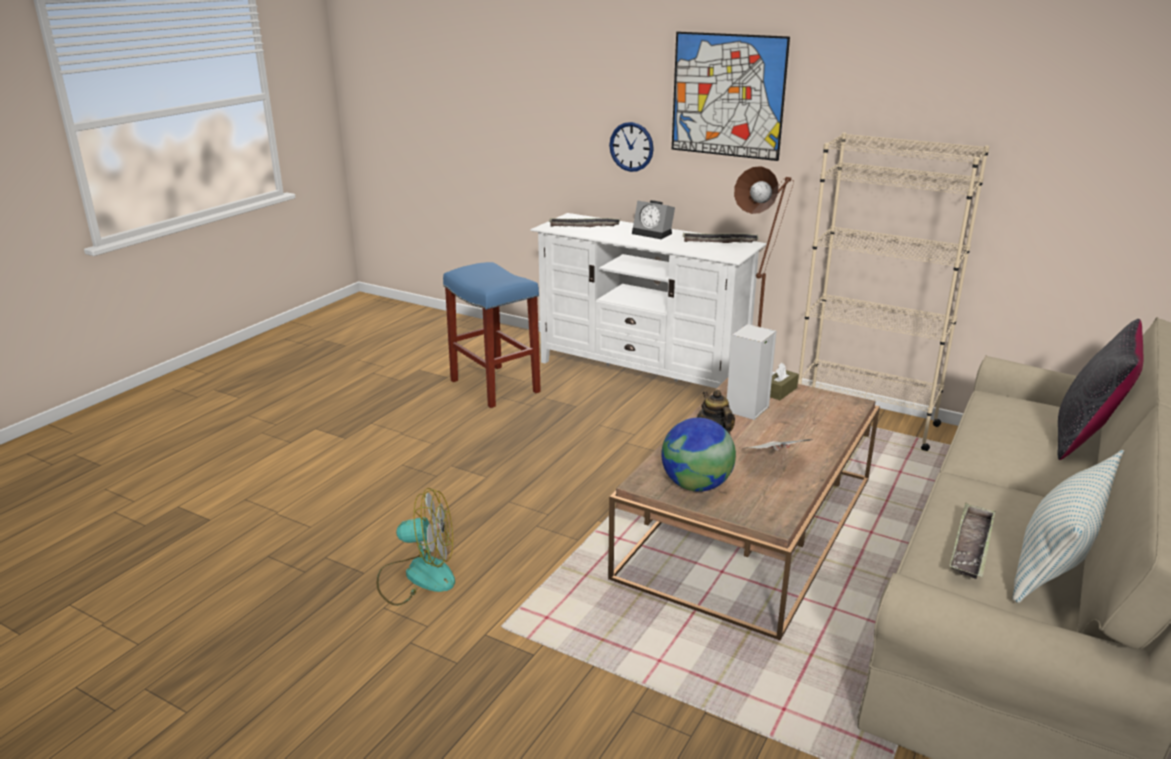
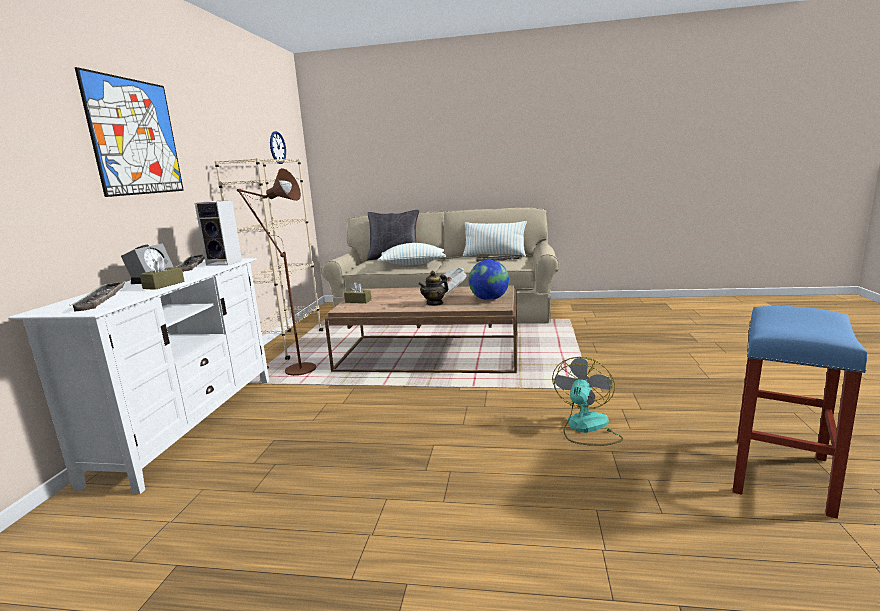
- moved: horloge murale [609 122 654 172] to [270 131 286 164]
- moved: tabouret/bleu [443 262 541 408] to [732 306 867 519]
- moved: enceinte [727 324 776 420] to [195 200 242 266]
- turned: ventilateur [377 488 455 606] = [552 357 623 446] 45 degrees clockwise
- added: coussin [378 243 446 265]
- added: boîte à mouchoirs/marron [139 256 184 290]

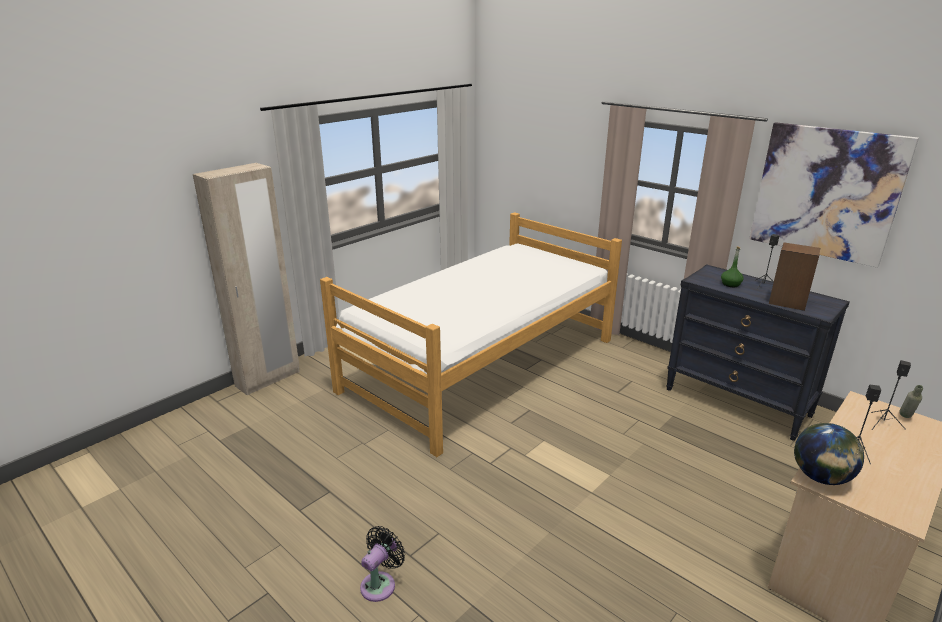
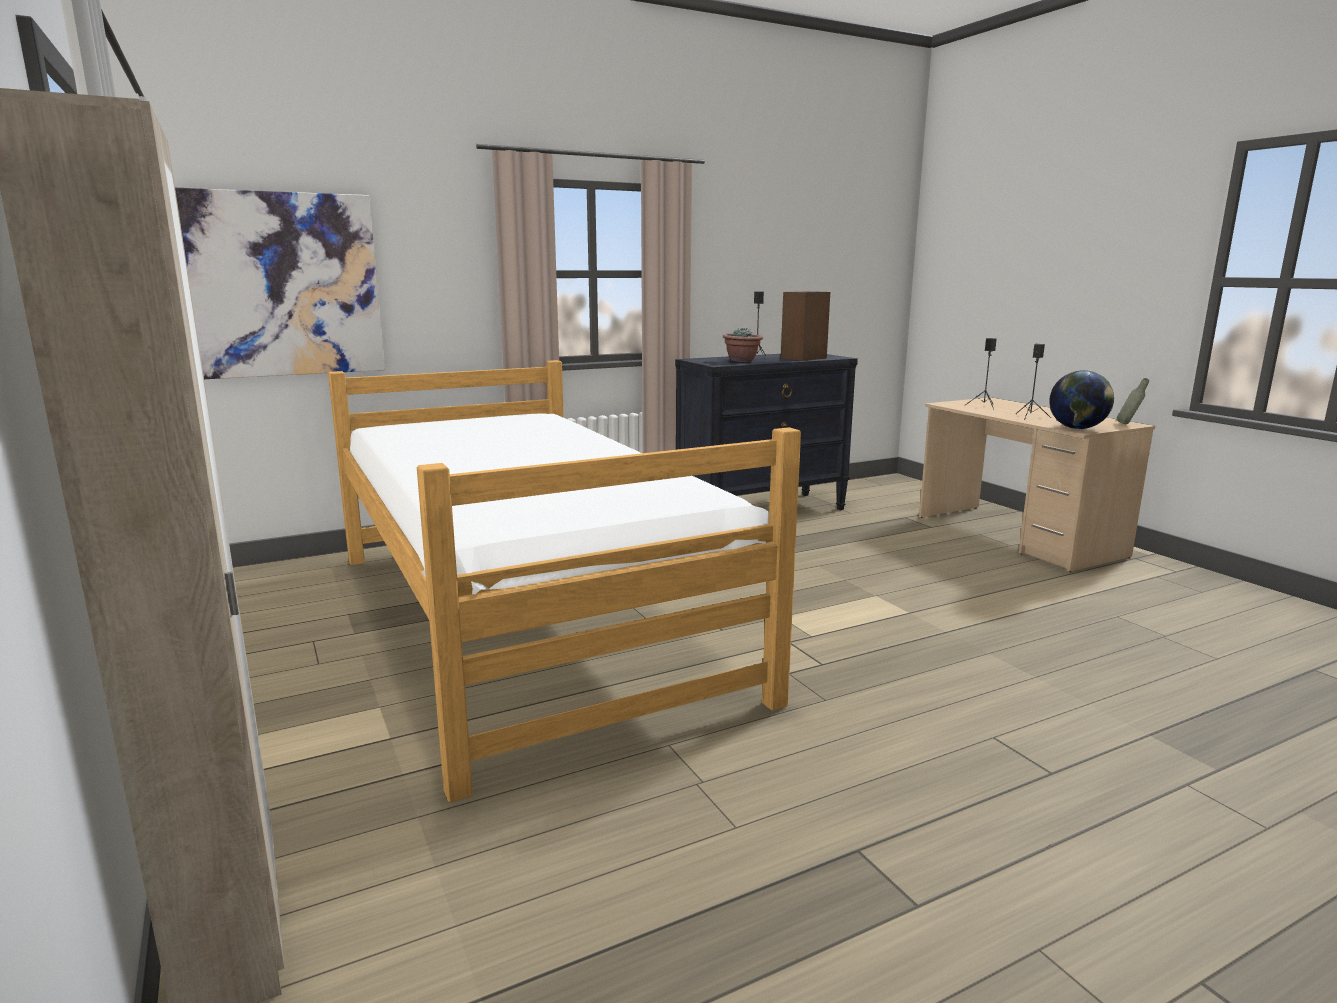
- moved: tableau [749 122 919 268] to [175 188 385 379]
- replaced: bouteille/vert [721 246 744 287] to plante en pot [723 328 763 362]
- moved: bouteille/gris [899 385 923 418] to [1117 378 1149 424]
- removed: ventilateur/noir [360 526 405 602]

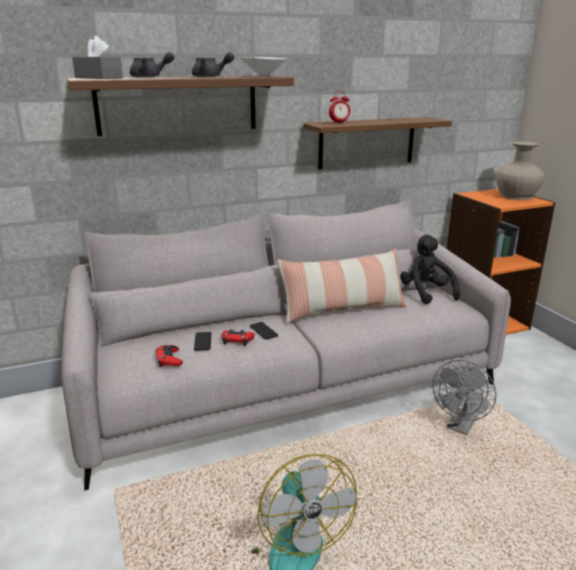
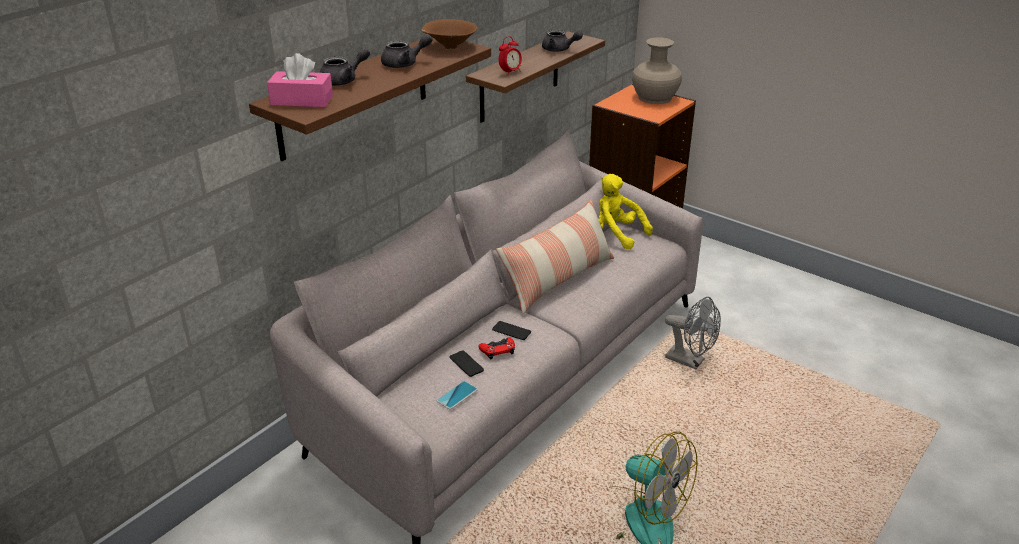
- recoloured: boîte à mouchoirs/gris [72 36 123 79] to boîte à mouchoirs/rose [267 53 333 107]
- recoloured: bol/blanc [240 57 286 76] to bol/marron [422 19 477 49]
- recoloured: peluche/noir [400 235 460 304] to peluche/jaune [598 174 653 249]
- replaced: manette/rouge [156 345 183 367] to téléphone [437 381 478 409]
- turned: ventilateur/gris [433 360 496 435] = [665 297 721 369] 60 degrees counterclockwise
- added: théière/gris [542 30 583 52]

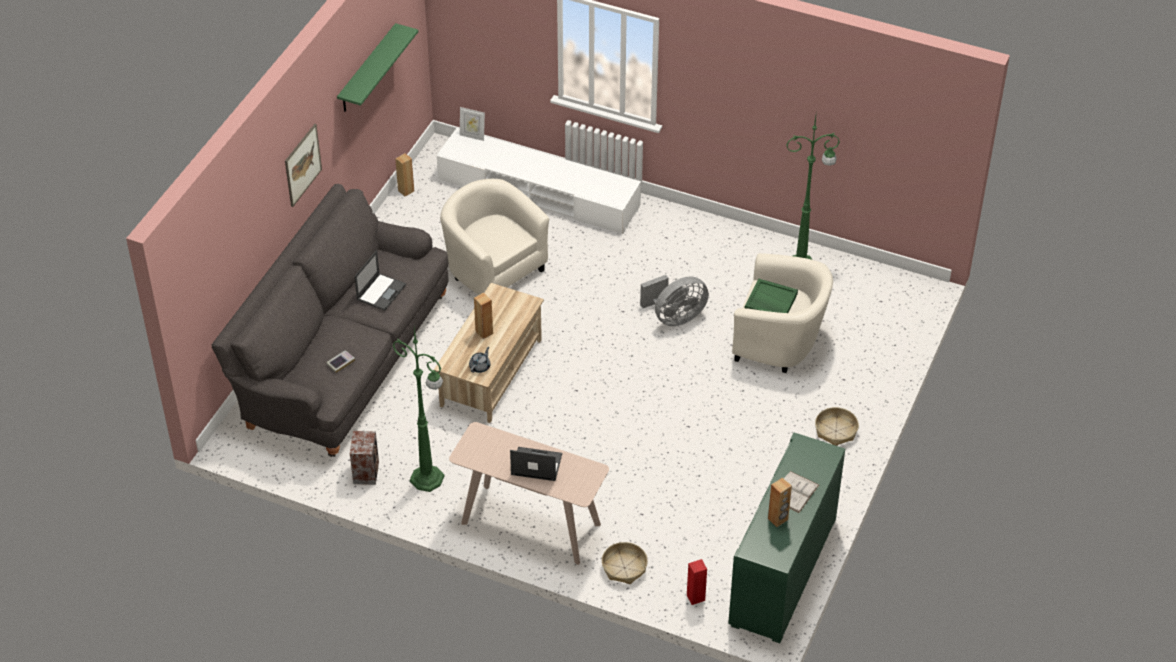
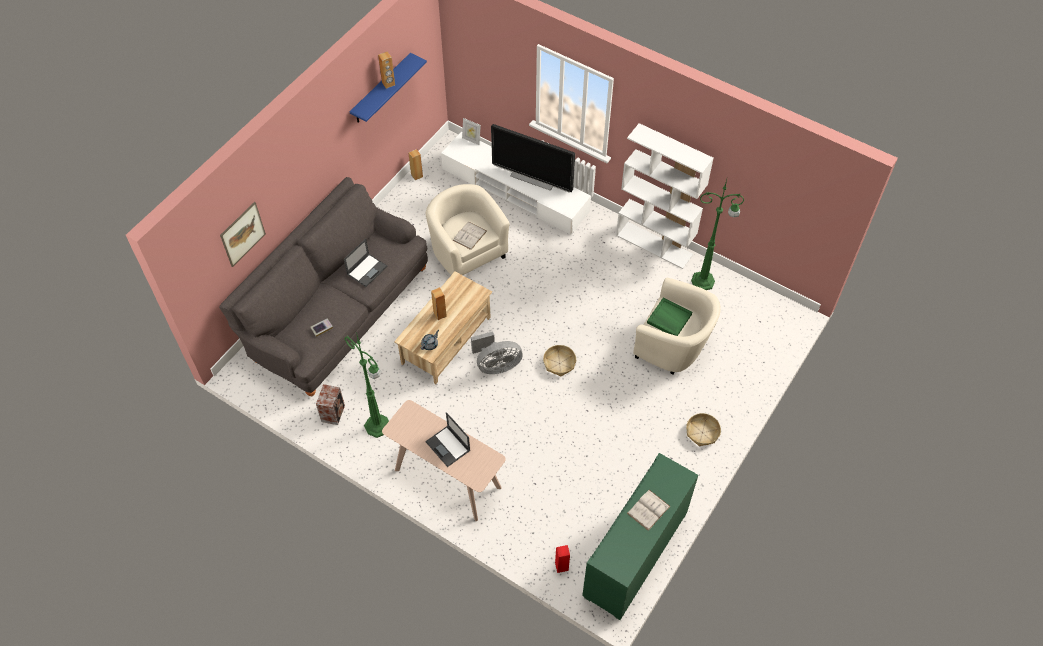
- recoloured: étagère/vert [337 23 418 112] to étagère/bleu [350 53 427 122]
- moved: tableau [285 124 322 207] to [220 202 266 267]
- moved: ventilateur/gris [640 275 709 326] to [471 331 523 374]
- turned: ordinateur portable [510 447 562 481] = [425 412 471 467] 150 degrees counterclockwise
- moved: enceinte/marron [768 478 792 527] to [378 52 395 89]
- moved: panier [602 542 648 584] to [543 345 576 376]
- added: bibliothèque/blanc [616 123 714 269]
- added: téléviseur [491 124 575 193]
- added: livre/blanc [453 222 487 250]

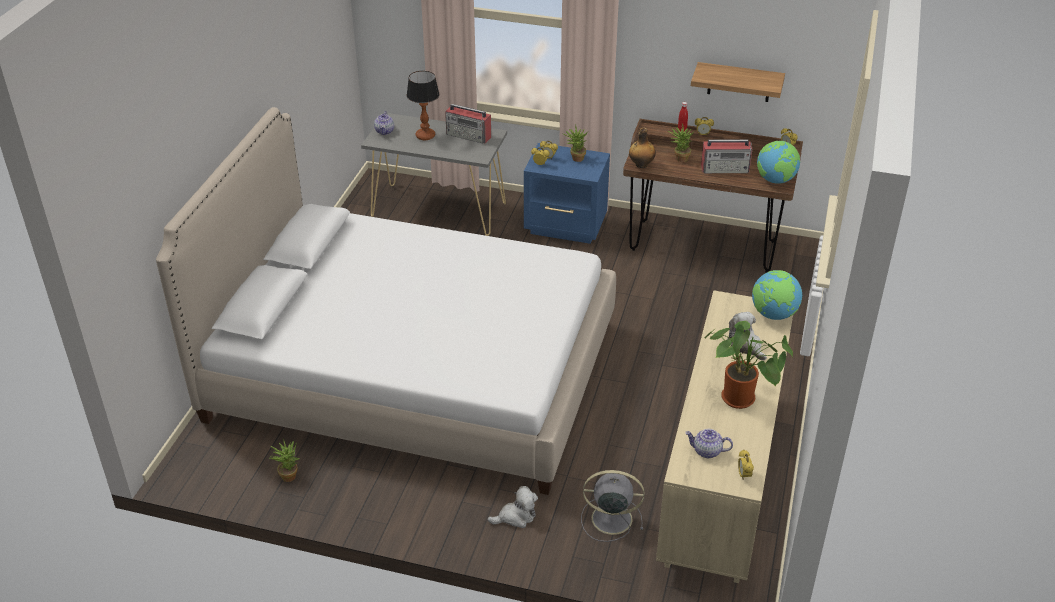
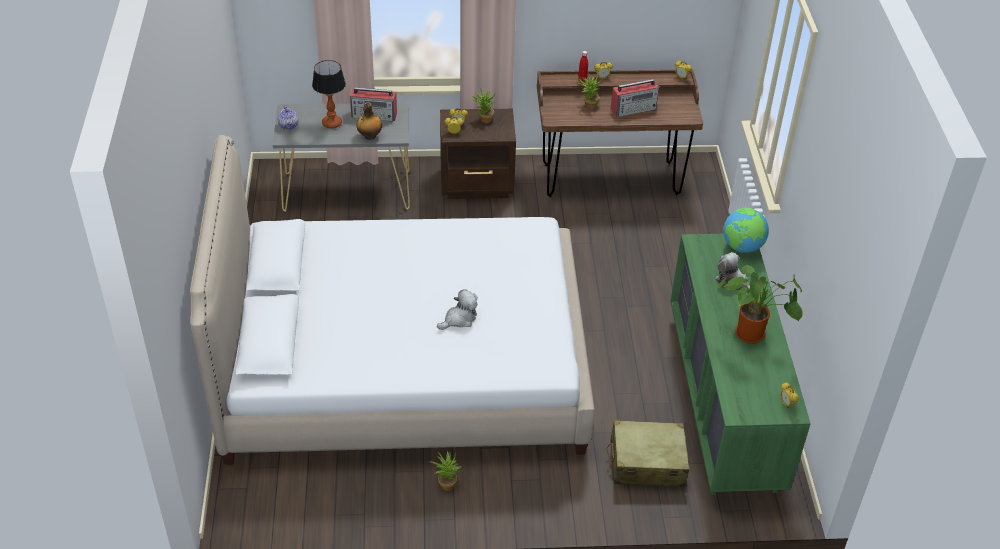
- removed: étagère [691 62 785 102]
- moved: bouteille [629 127 656 168] to [356 102 382 140]
- removed: globe [757 141 800 184]
- recoloured: table de chevet/bleu [524 143 610 244] to table de chevet/marron [440 109 516 199]
- recoloured: commode/beige [656 290 793 583] to commode/vert [671 234 811 495]
- removed: théière [685 429 733 458]
- moved: plante en pot [270 439 300 482] to [430 451 462 491]
- replaced: ventilateur/gris [581 470 644 542] to valise/beige [607 420 689 487]
- moved: peluche [487 486 538 528] to [437 289 478 330]

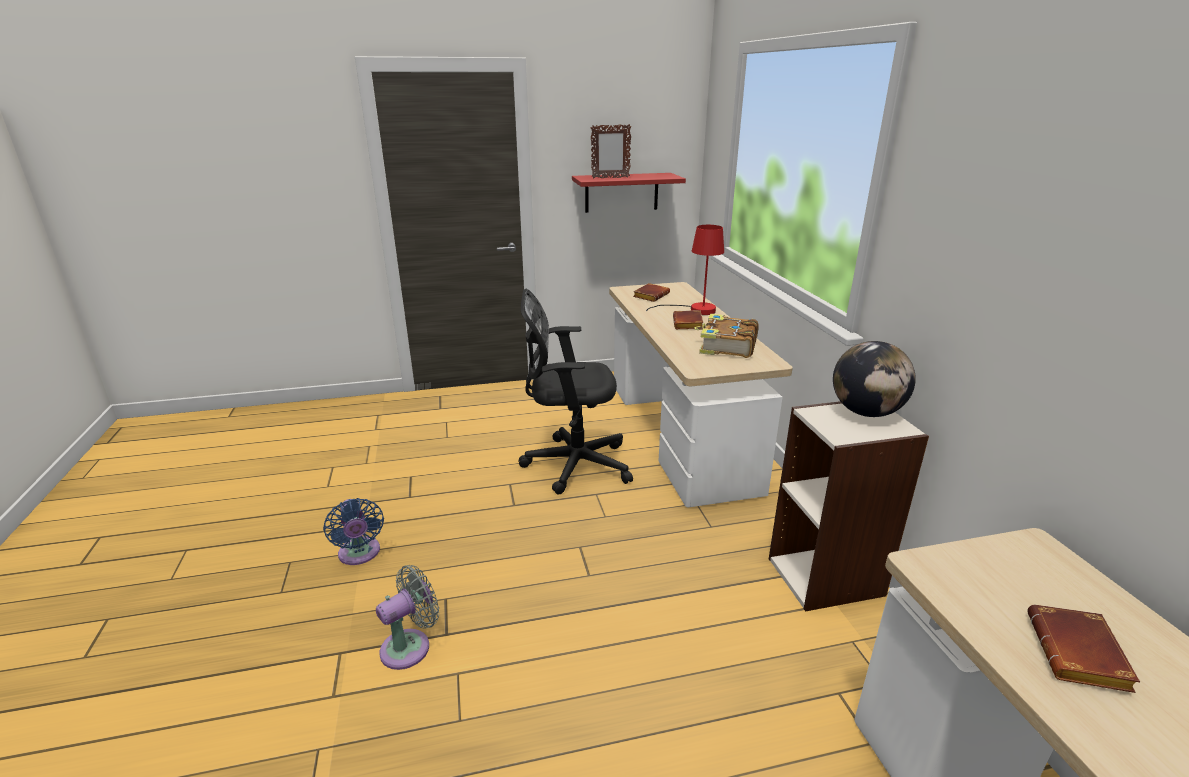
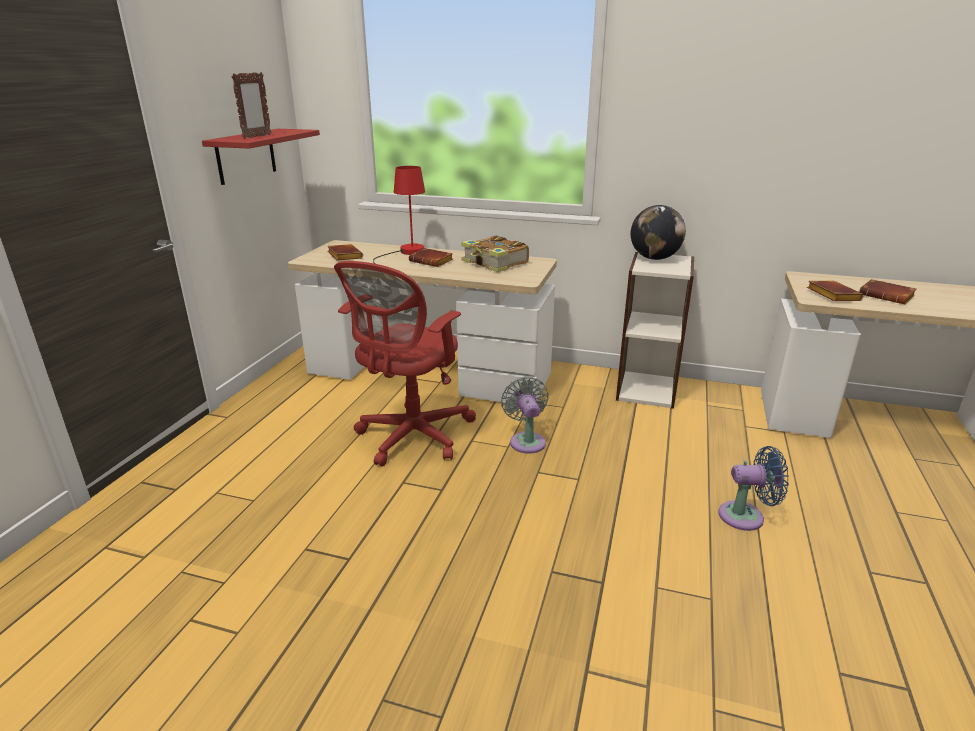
- recoloured: chaise de bureau/noir [518 289 633 494] to chaise de bureau/rouge [334 261 476 466]
- moved: ventilateur/bleu [323 498 384 565] to [719 446 789 531]
- moved: ventilateur/gris [376 565 439 670] to [501 377 549 454]
- added: livre/marron [807 281 864 301]

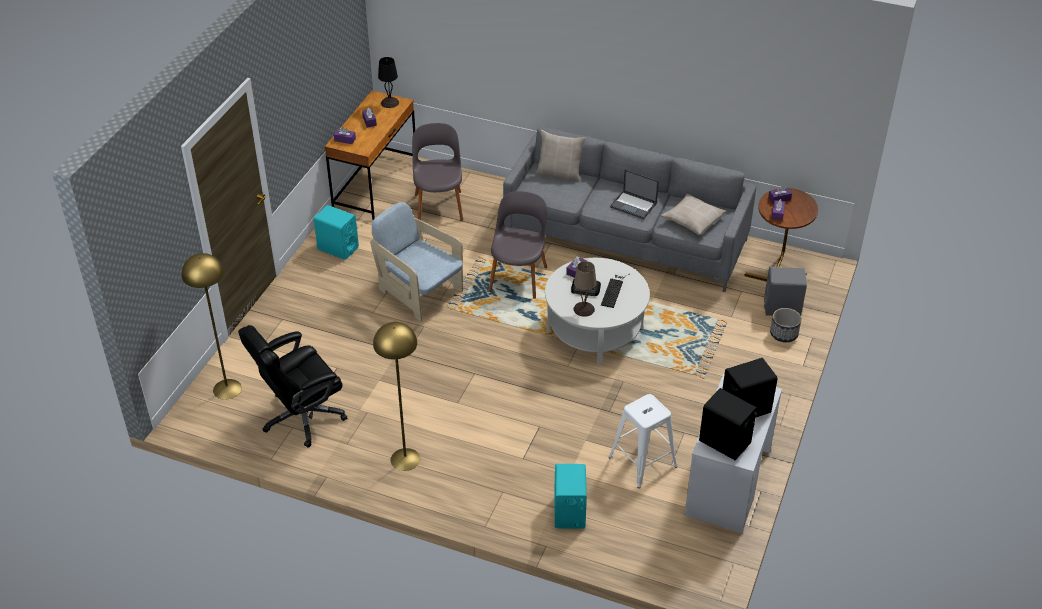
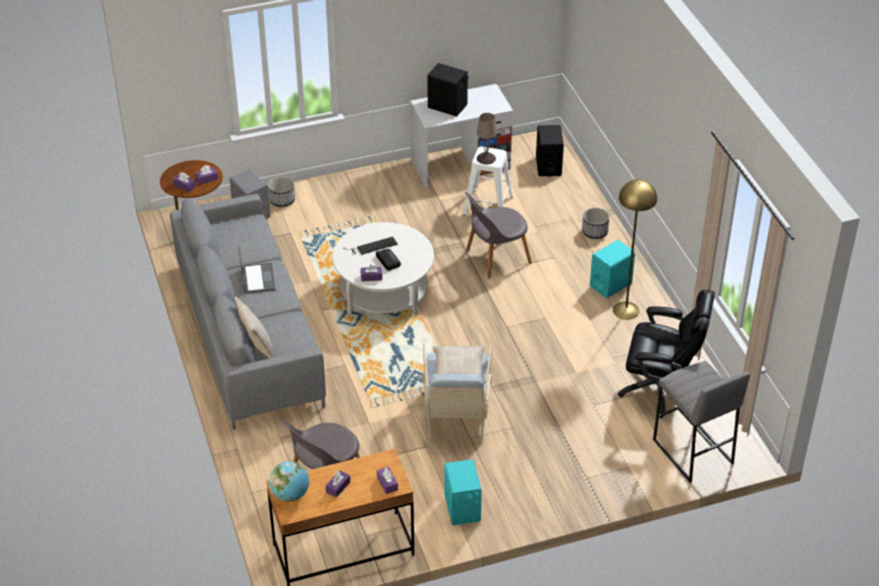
- replaced: lampe de table/noir [378 57 399 108] to globe [269 461 309 502]
- moved: chaise/gris [489 191 547 299] to [465 192 532 279]
- moved: coussin/beige [660 194 726 235] to [433 346 486 384]
- replaced: lampadaire/jaune [182 253 242 400] to tabouret/gris [653 361 750 483]
- moved: lampe de table/beige [573 261 597 317] to [477 113 497 165]
- moved: enceinte/noir [699 388 758 460] to [536 125 564 176]
- moved: enceinte/turquoise [554 464 587 529] to [590 240 635 298]
- added: cache-pot [582 207 610 239]

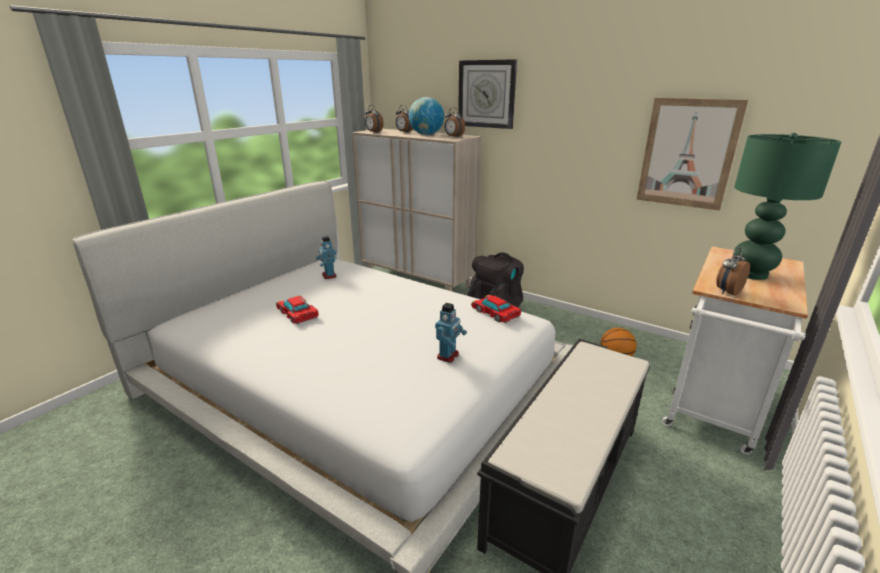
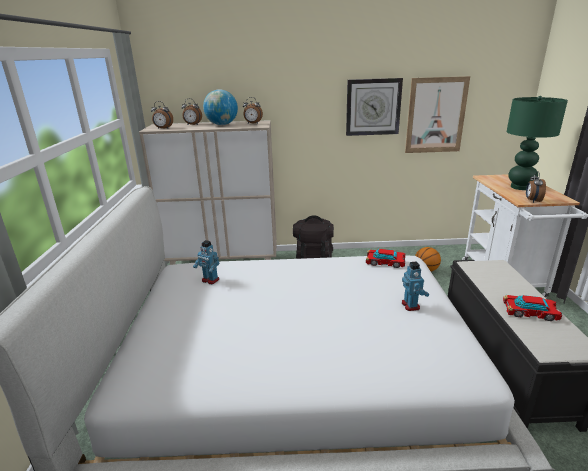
- moved: horloge murale [458 59 517 129] to [346 78 403 136]
- moved: petite voiture [276 296 319 325] to [503 295 562 321]

